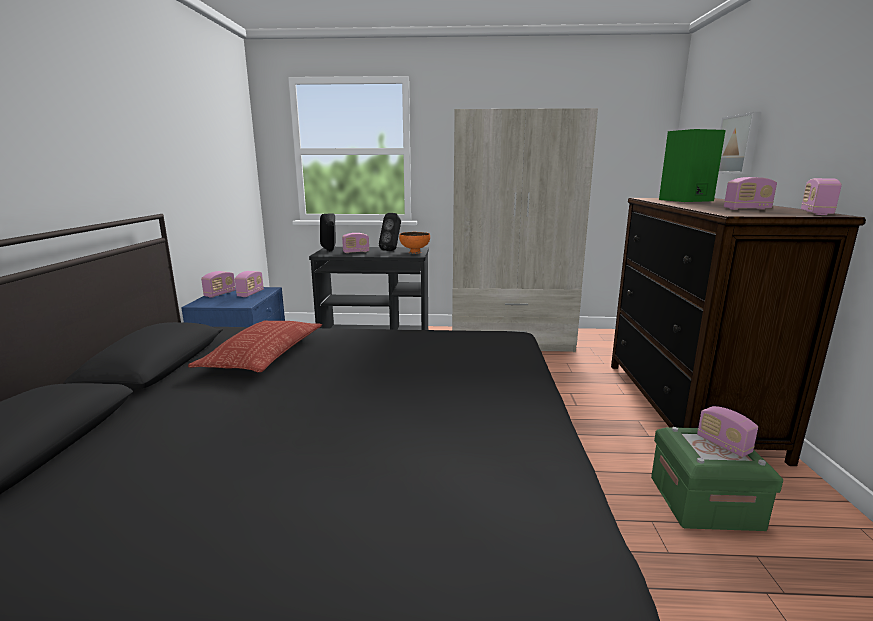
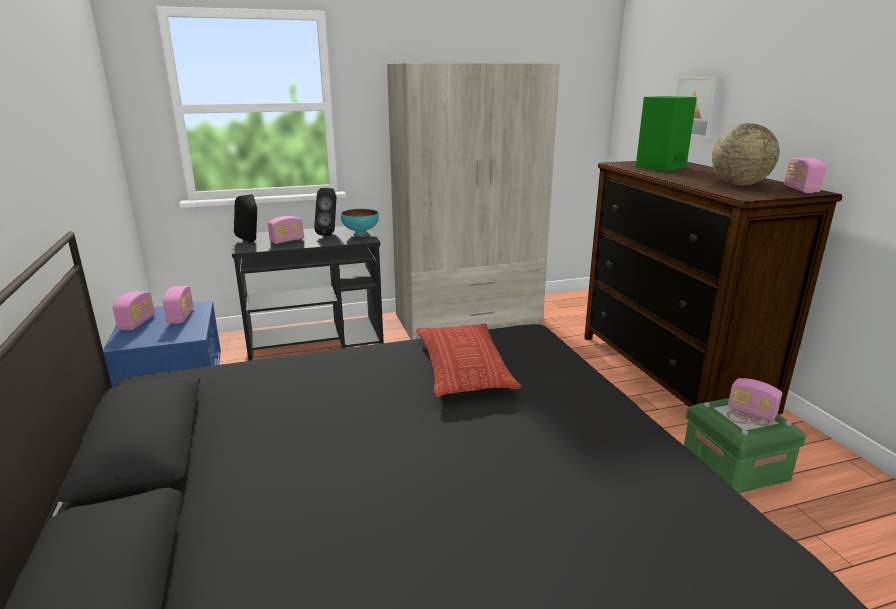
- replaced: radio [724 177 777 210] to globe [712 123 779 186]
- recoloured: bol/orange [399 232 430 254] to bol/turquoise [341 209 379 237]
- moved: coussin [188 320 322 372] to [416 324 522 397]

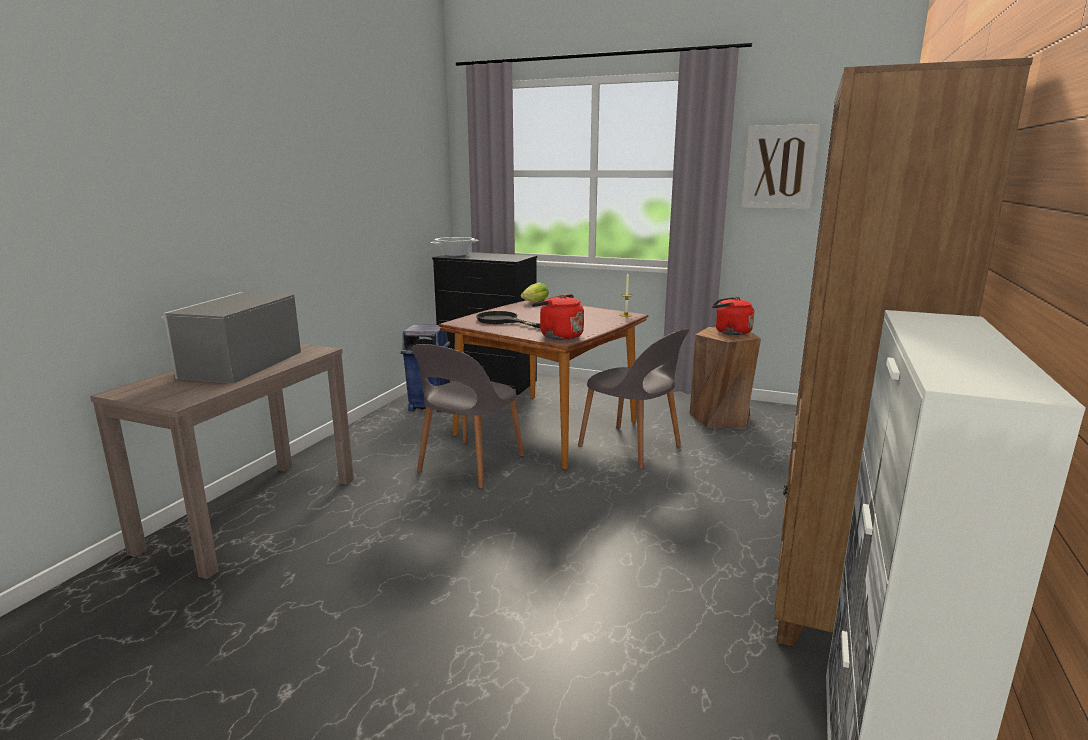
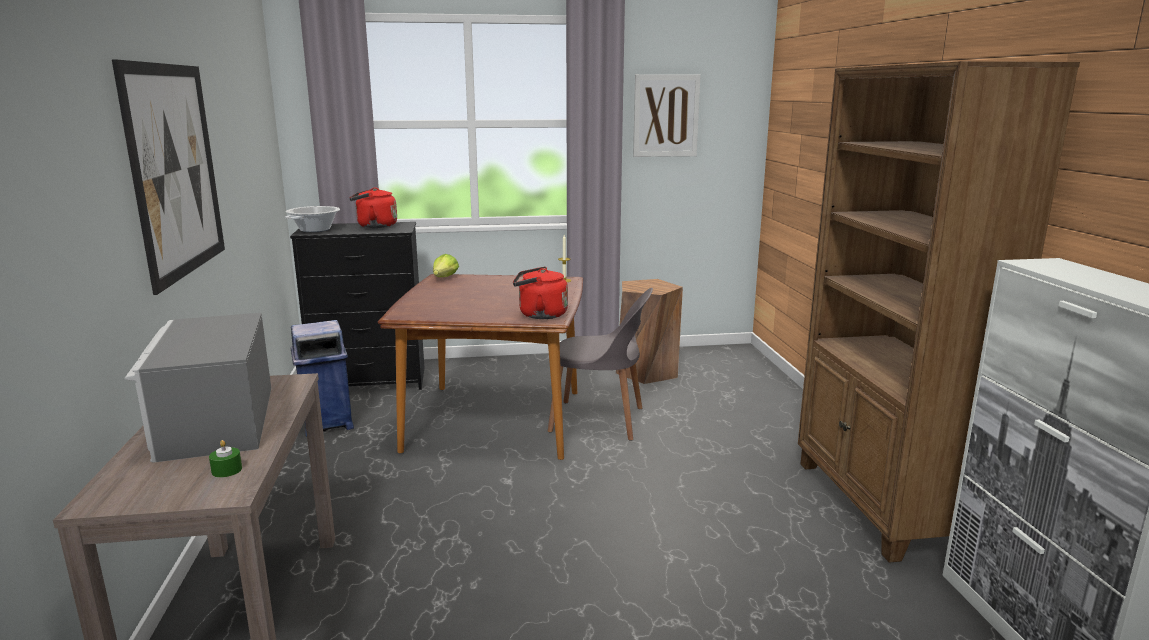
- moved: bouilloire/rouge [712 297 754 335] to [350 188 397 228]
- removed: poêle/noir [476 311 540 328]
- removed: chaise/gris [411 344 524 489]
- added: tableau [112 59 225 295]
- added: bougie/vert [209 440 242 478]

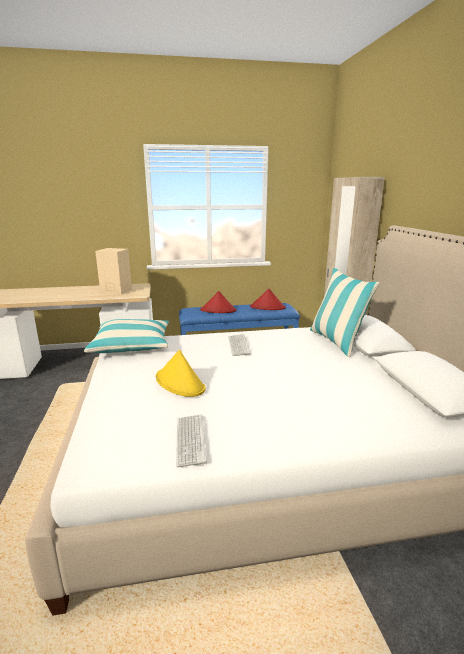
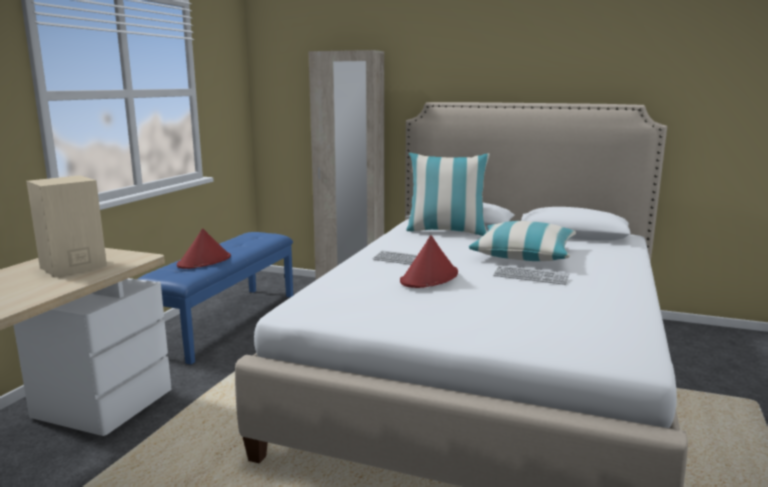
- moved: chapeau/rouge [250 289 286 310] to [400 235 458 288]
- moved: coussin [84 319 169 353] to [469 221 576 261]
- removed: chapeau/jaune [156 350 206 397]
- moved: clavier [176 414 207 467] to [493 265 569 285]

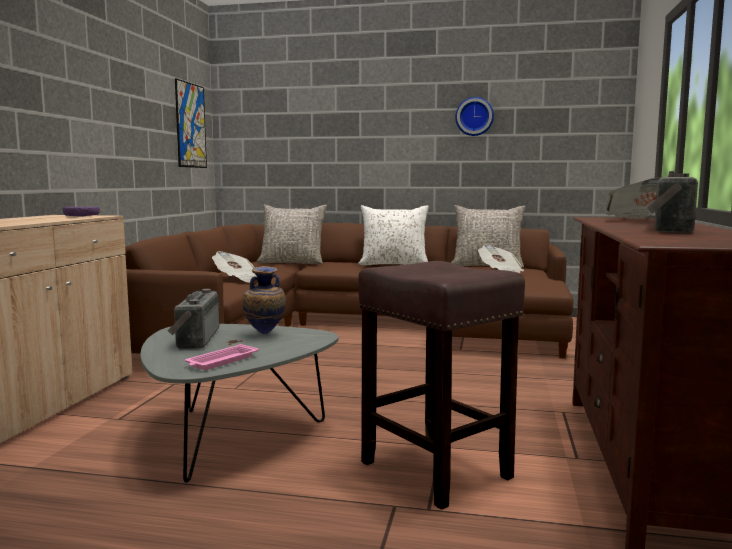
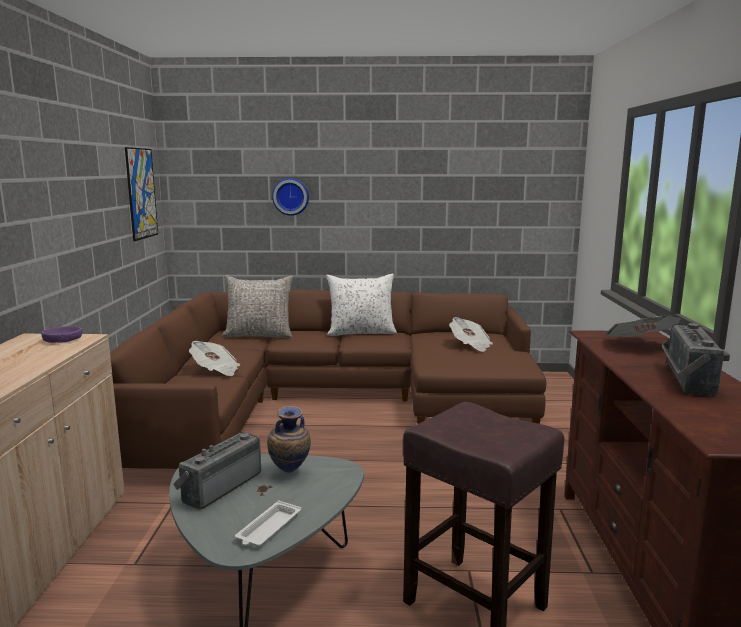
- moved: horloge murale [455 97 494 136] to [272 178 309 216]
- removed: coussin/gris [451 205 526 268]
- turned: radio [168 289 220 349] = [173 432 261 509] 45 degrees clockwise
- recoloured: plateau/rose [185 344 259 370] to plateau/blanc [235 500 302 547]

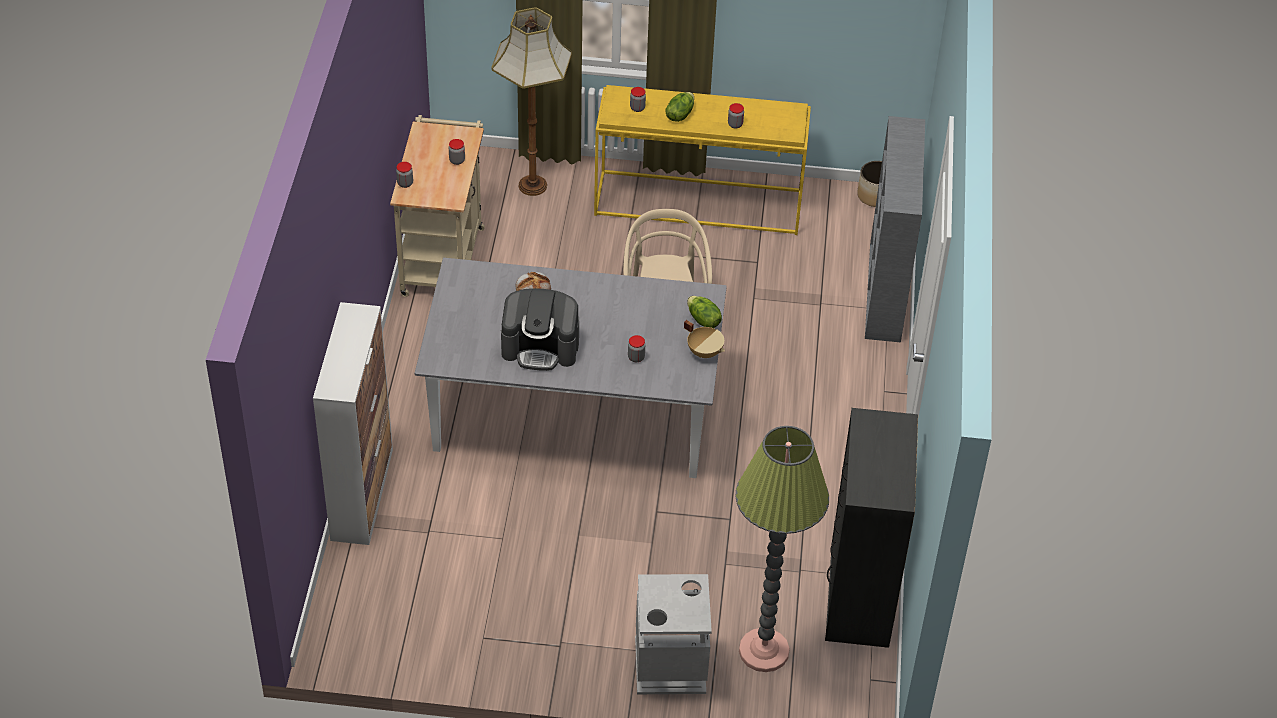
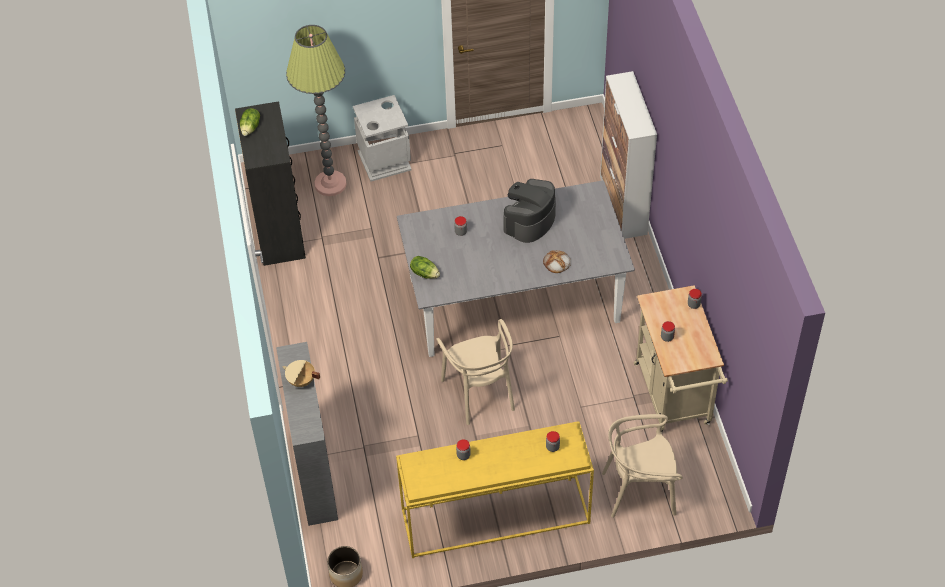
- replaced: lampadaire [491 7 572 196] to chaise/beige [602 414 683 518]
- moved: laitue [666 92 694 122] to [240 108 260 136]
- turned: machine à café [501 288 579 371] = [503 179 556 243] 45 degrees counterclockwise
- moved: marmite/beige [684 320 725 358] to [283 360 320 387]

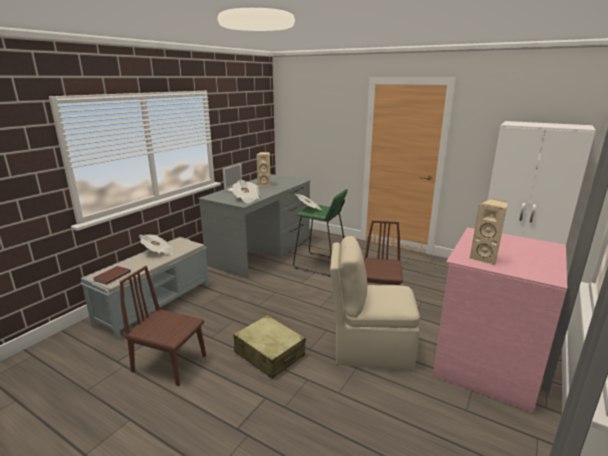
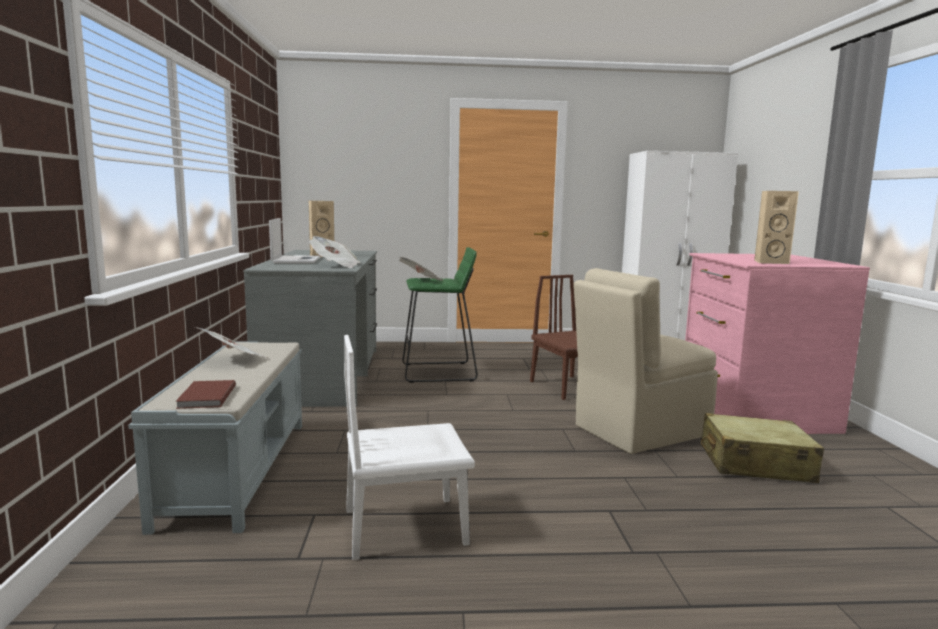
- recoloured: chaise/marron [119 266 206 386] to chaise/blanc [344 335 475 560]
- moved: valise/beige [233 315 306 379] to [701 413 824 483]

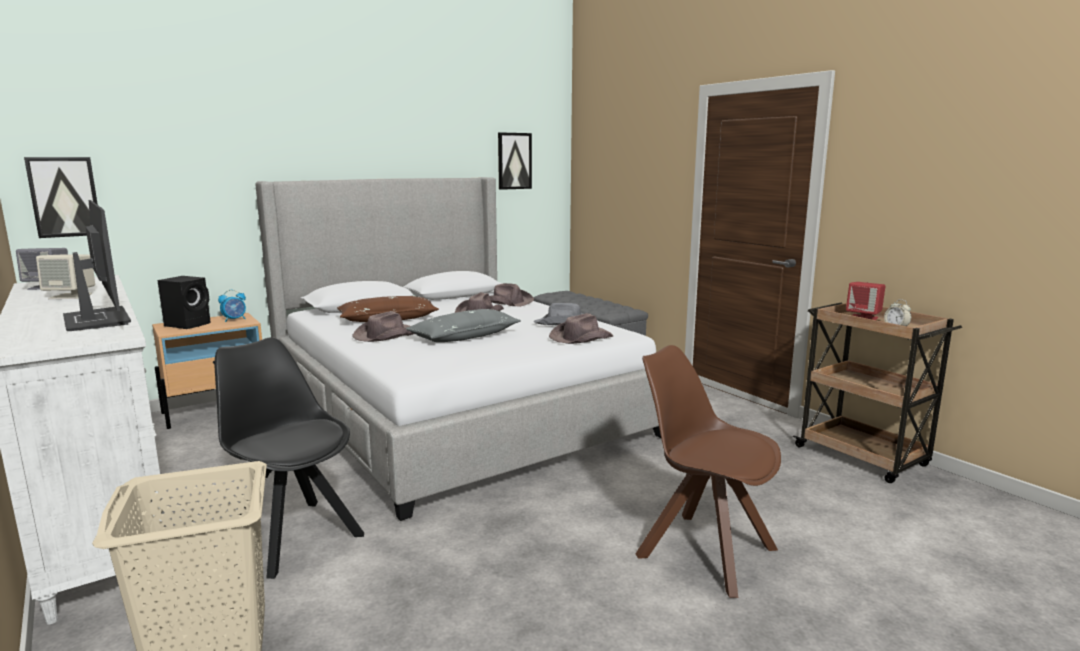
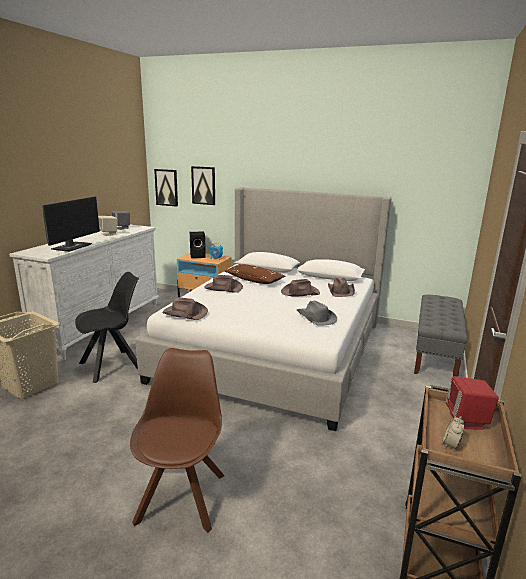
- moved: tableau [498 132 532 190] to [191 166 215 205]
- removed: coussin/gris [405 309 521 342]
- moved: chapeau/marron [549 313 613 344] to [163 297 208 320]
- turned: chaise/noir [215 337 364 579] = [75 272 139 383] 45 degrees clockwise

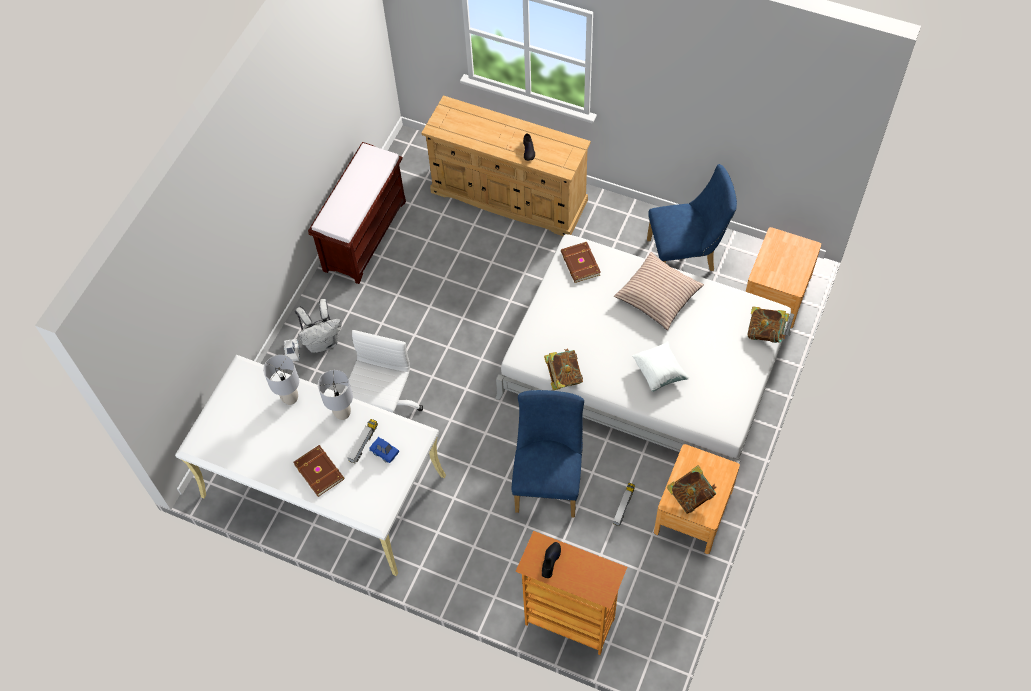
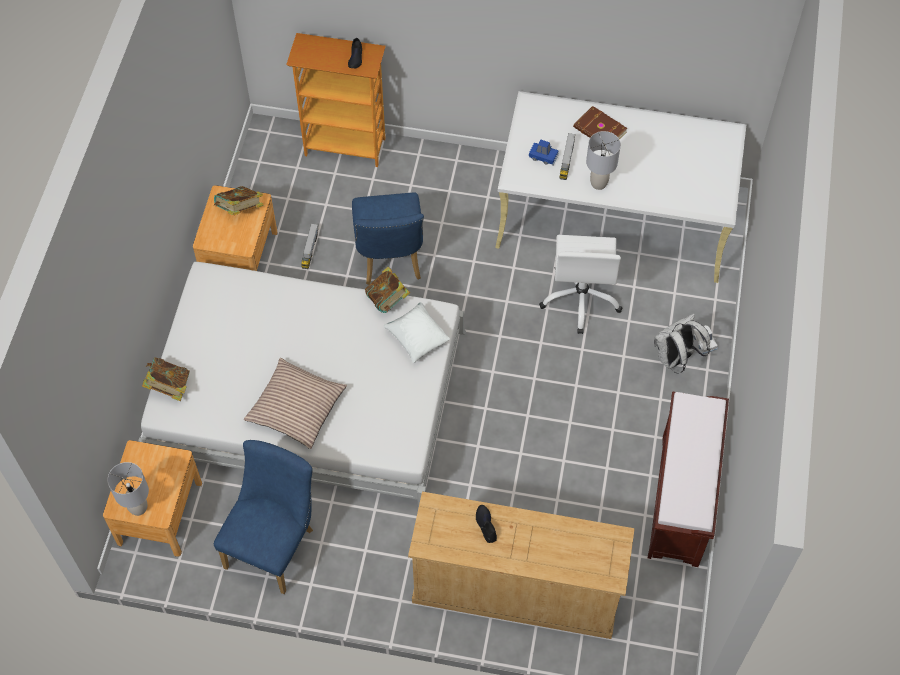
- turned: chaise/bleu [647 164 737 271] = [214 440 313 594] 135 degrees clockwise
- removed: livre/marron [561 242 601 283]
- moved: coussin/blanc [632 341 690 392] to [383 303 450 363]
- moved: lampe de table/gris [263 355 299 405] to [107 462 149 516]

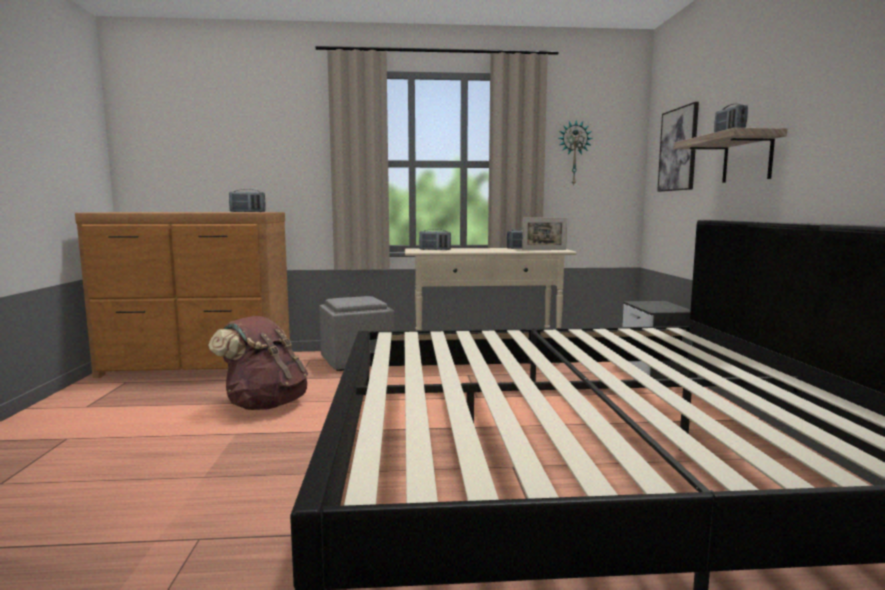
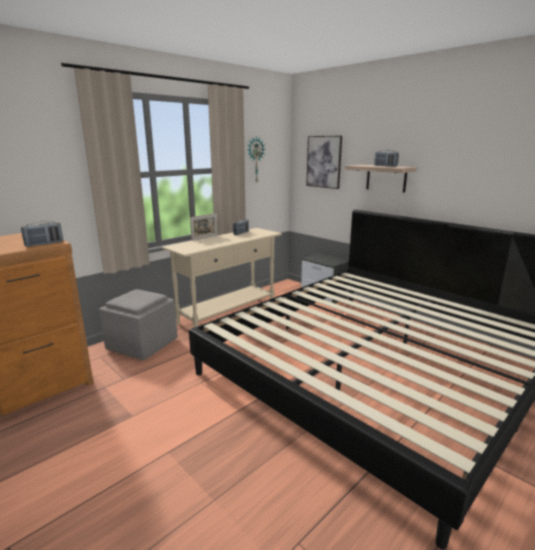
- moved: cadre photo [522 217 567 250] to [190 213 218 241]
- removed: radio [419 229 451 250]
- removed: sac à dos/marron [208 316 308 410]

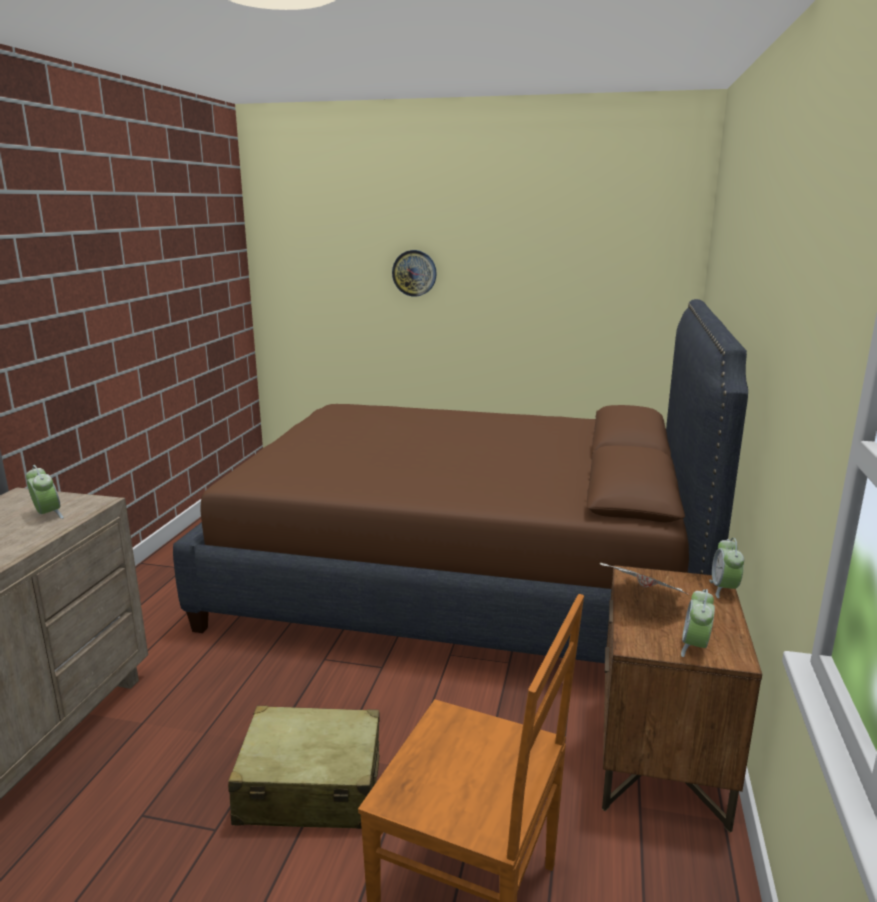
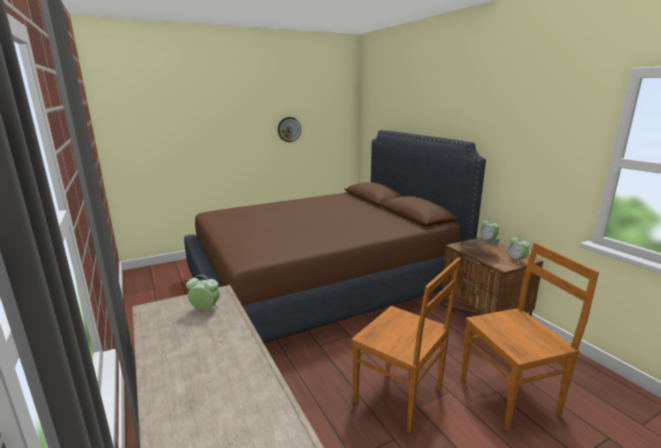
- moved: horloge murale [392 250 437 297] to [278 117 301 142]
- replaced: valise/beige [228 705 380 829] to chaise/marron [352 257 461 434]

